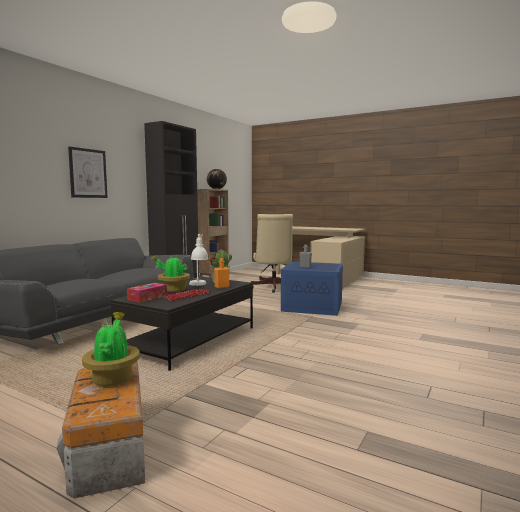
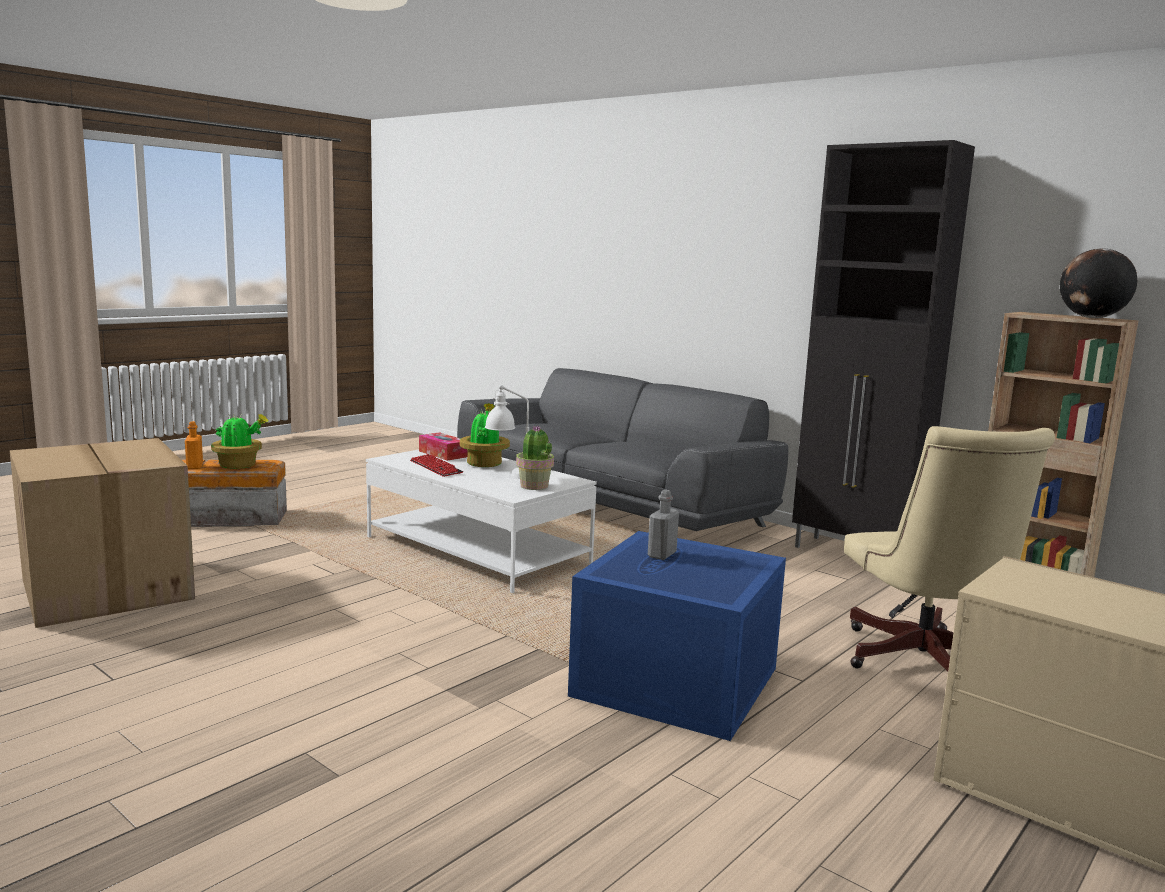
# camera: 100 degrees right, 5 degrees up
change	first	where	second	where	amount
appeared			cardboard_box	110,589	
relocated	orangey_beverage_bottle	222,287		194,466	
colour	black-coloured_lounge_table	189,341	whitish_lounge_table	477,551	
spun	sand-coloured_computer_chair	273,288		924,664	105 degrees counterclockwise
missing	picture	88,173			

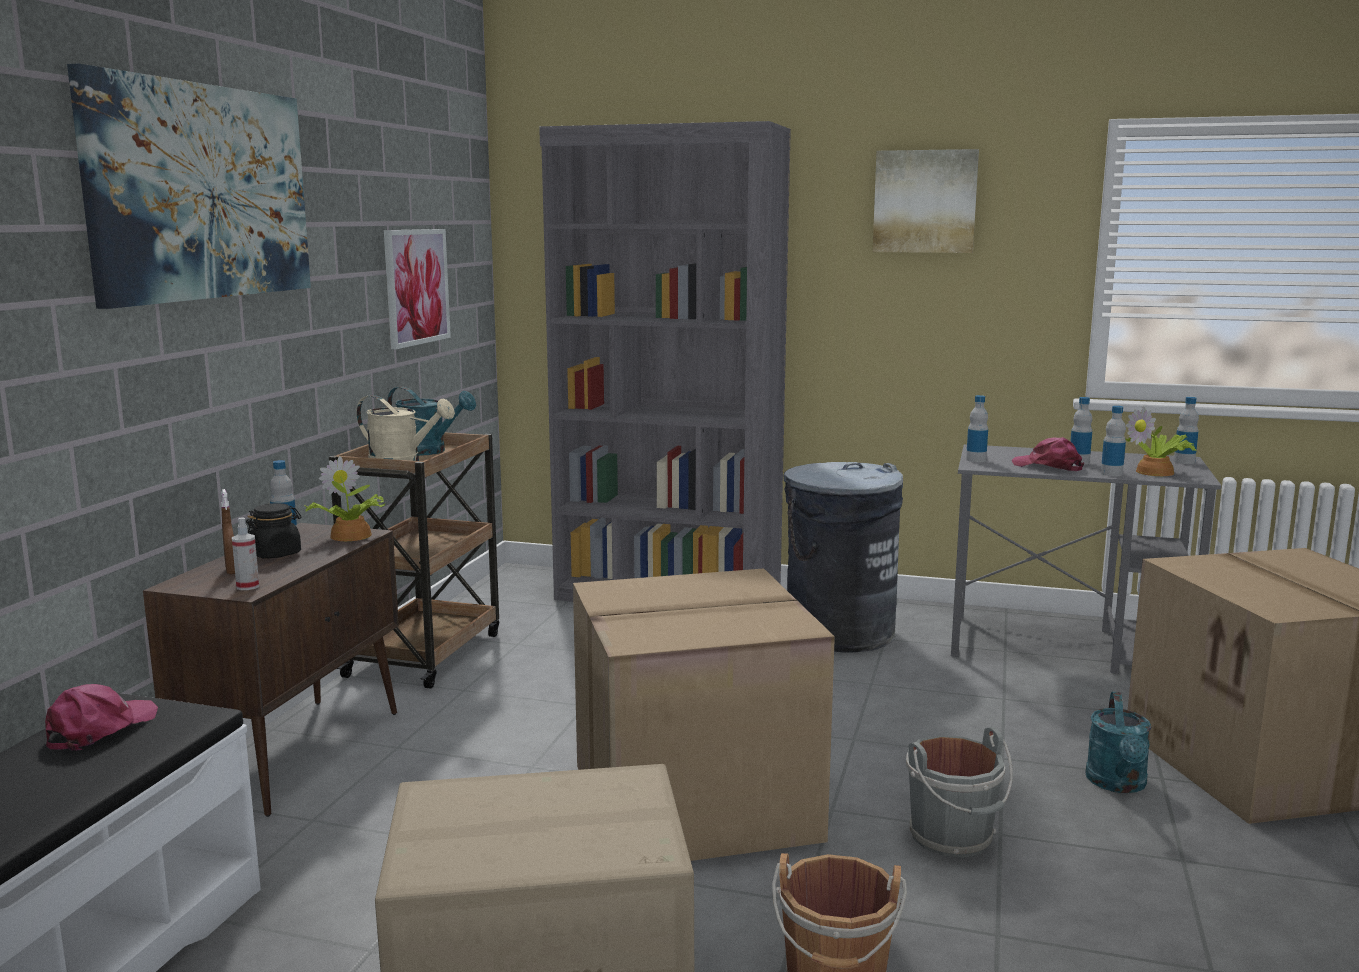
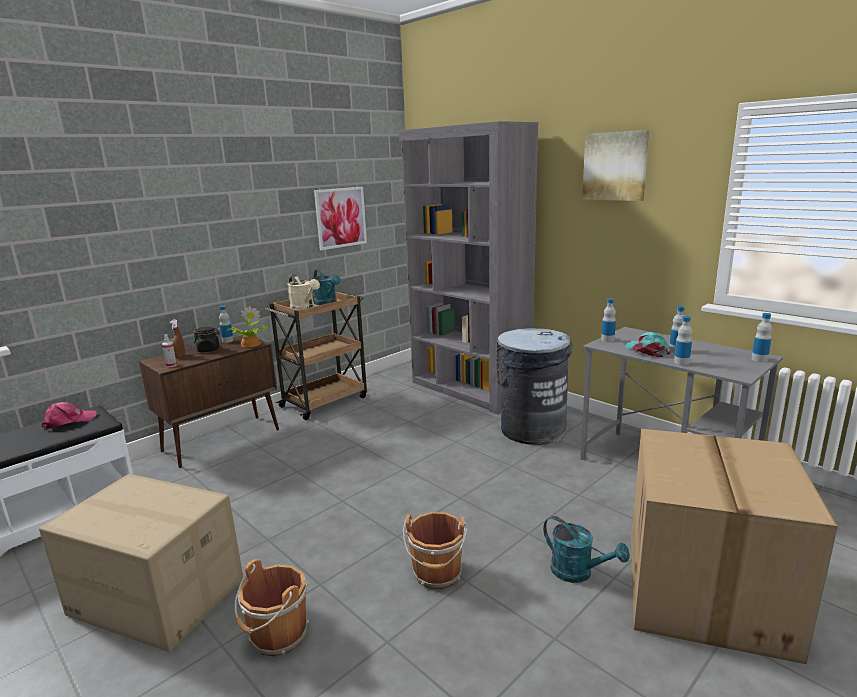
# camera: 30 degrees right, 5 degrees up
change	first	where	second	where	amount
colour	greyish_water_bucket	953,838	brownish_water_bucket	437,574	
spun	turquoise-coloured_watering_pot	1118,784		578,573	90 degrees counterclockwise
colour	pinkish_baseball_cap	1048,466	turquoise-coloured_baseball_cap	647,351	
missing	picture	201,192			
missing	cardboard_box	691,803			
missing	potted_plant	1157,472			

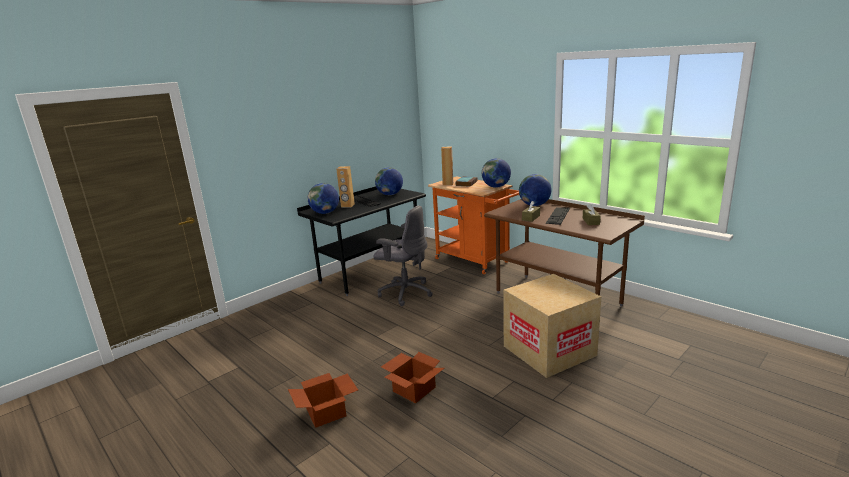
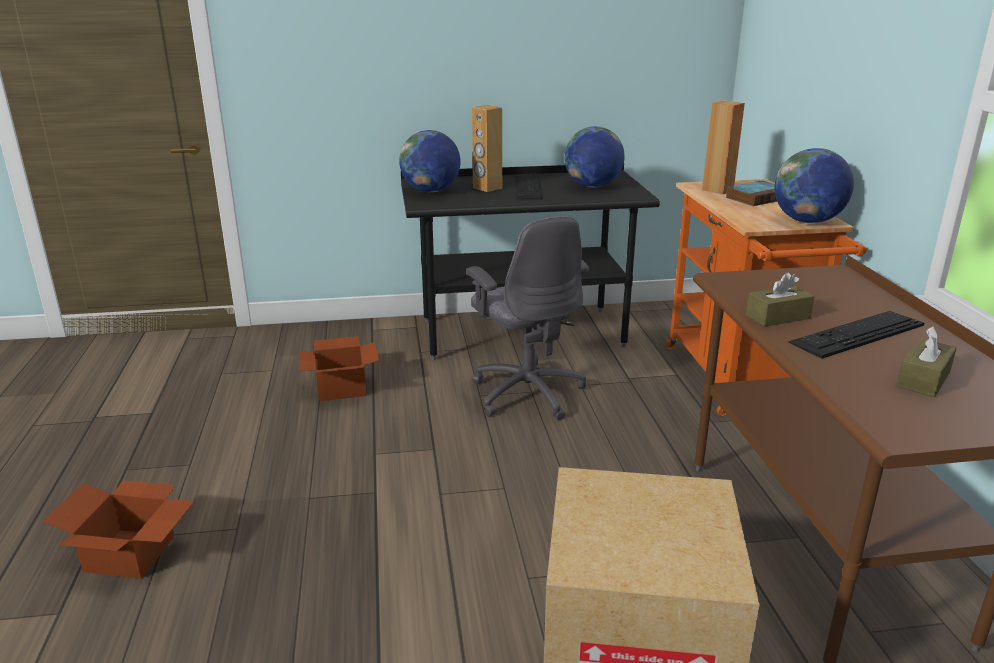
# camera: 35 degrees right, 5 degrees up
change	first	where	second	where	amount
relocated	cardboard_box	414,388		342,387	
missing	world_globe	534,205			

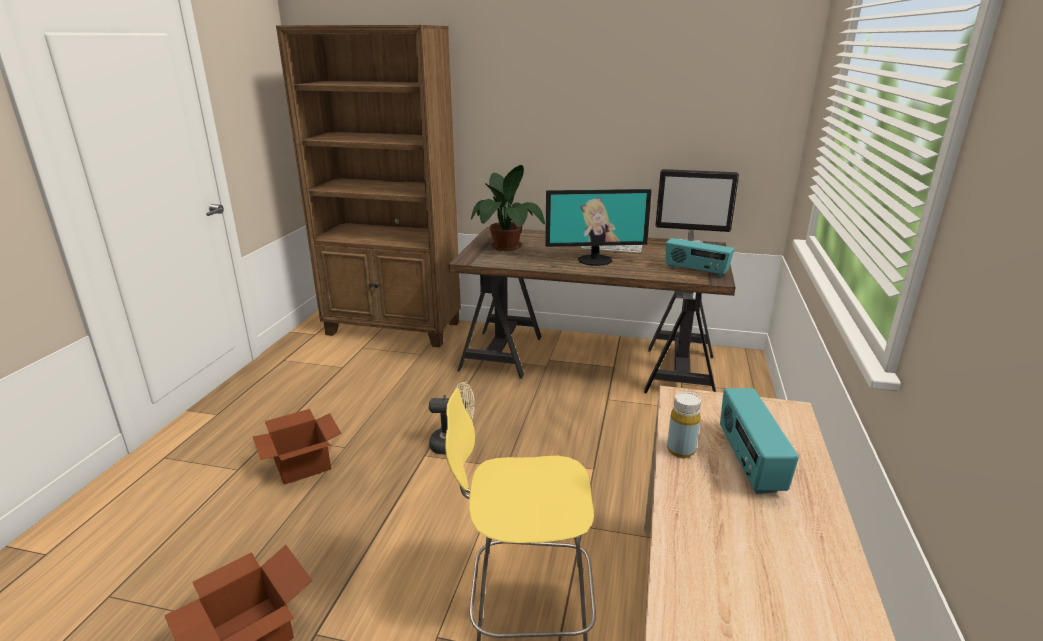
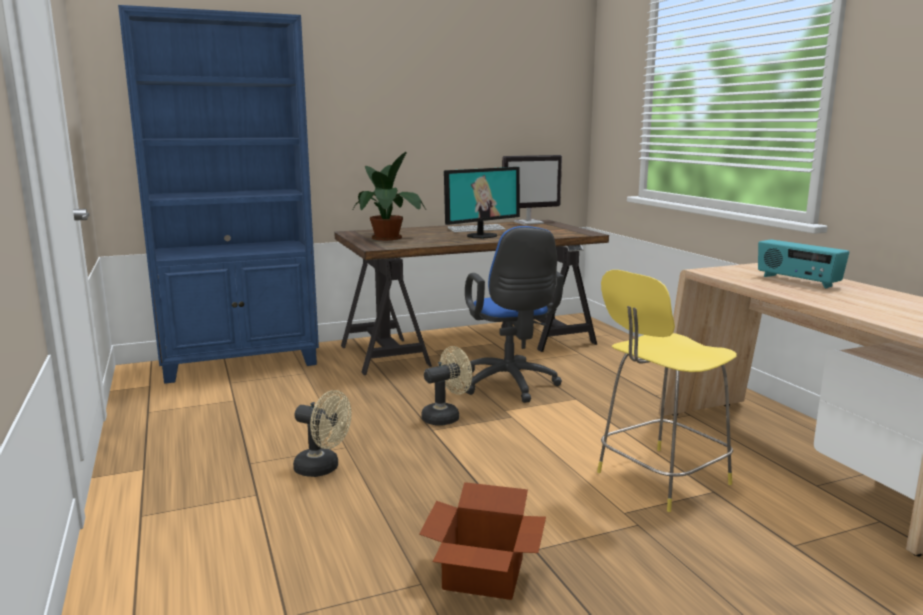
# camera: 35 degrees left, 10 degrees down
change	first	where	second	where	amount
colour	brownish_bookcase	394,329	blue_bookcase	241,363	
exchanged	cardboard_box	303,463	sand-coloured_fan	323,469	
appeared			blue_computer_chair	510,386	
missing	radio_receiver	696,271			
missing	yellowish_beverage_bottle	681,450			

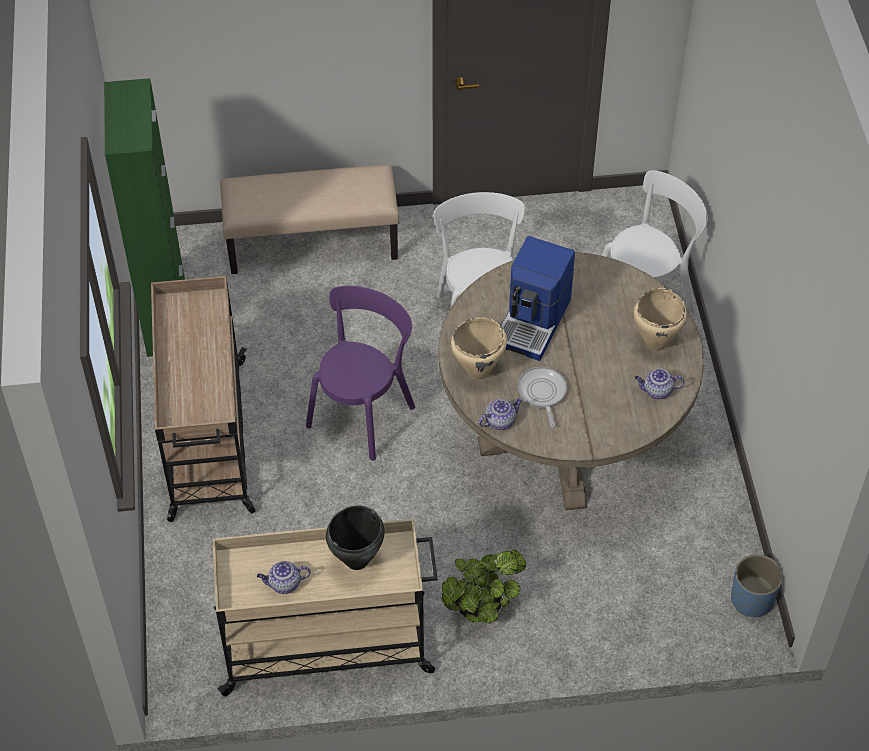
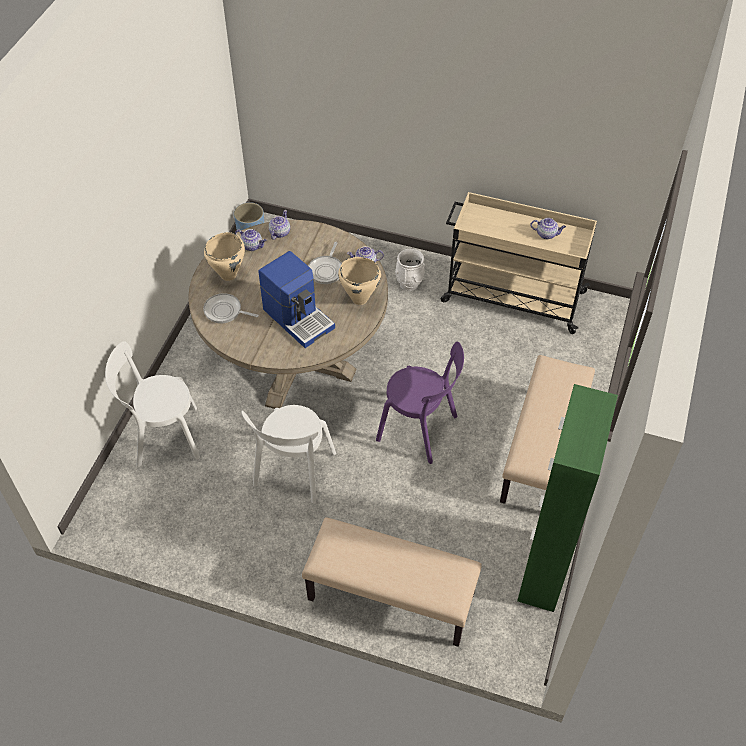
# camera: 155 degrees left, 0 degrees up
change	first	where	second	where	amount
appeared			pan	225,311	
spun	coffee_brewer	534,322		299,317	90 degrees clockwise
appeared			teapot	279,233	
spun	purple_upright_chair	363,412		420,430	120 degrees counterclockwise
exchanged	potted_plant	481,607	whitish_vase	409,284	
exchanged	sand-coloured_trolley	207,440	sand-coloured_bench	543,452	
missing	black-coloured_saucepot	357,560			

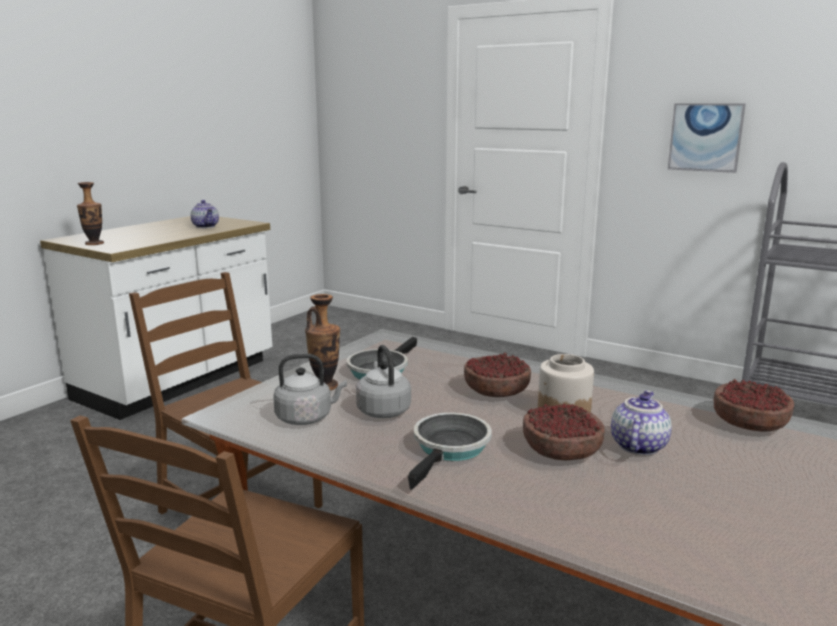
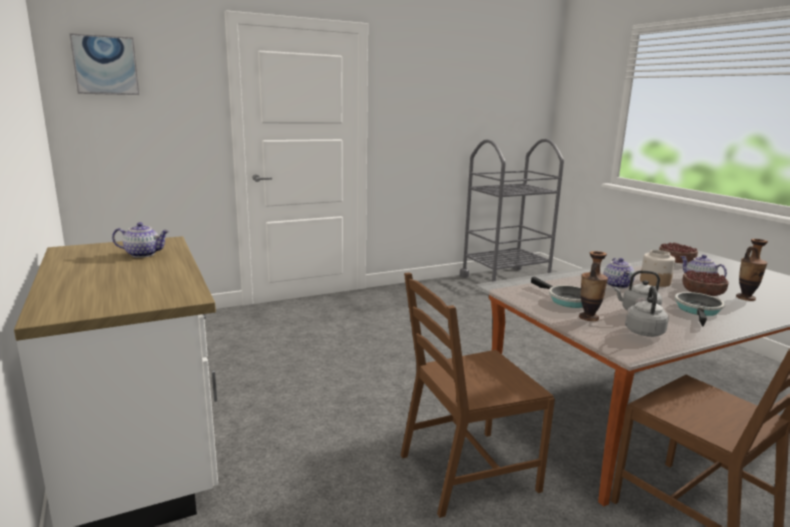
# camera: 60 degrees left, 0 degrees up
change	first	where	second	where	amount
relocated	picture	705,137		105,65	
exchanged	bowl	497,391	teapot	618,285	
spun	pan	450,449		698,310	60 degrees clockwise
relocated	vase	94,244		745,298	

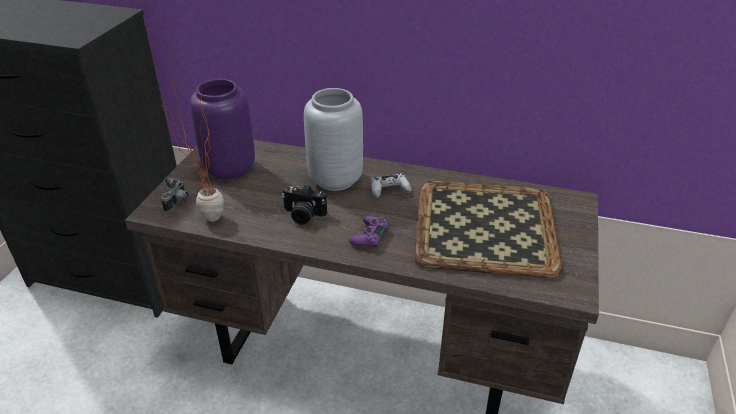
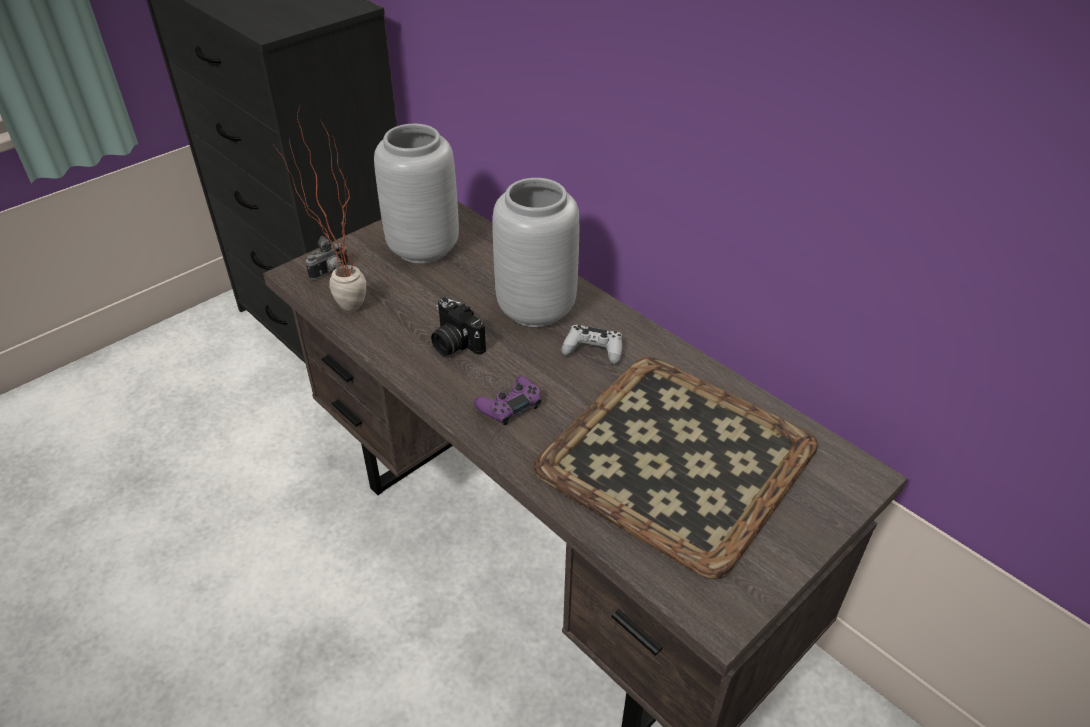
# camera: 30 degrees right, 5 degrees up
change	first	where	second	where	amount
colour	purple_vase	229,168	greyish_vase	424,247	

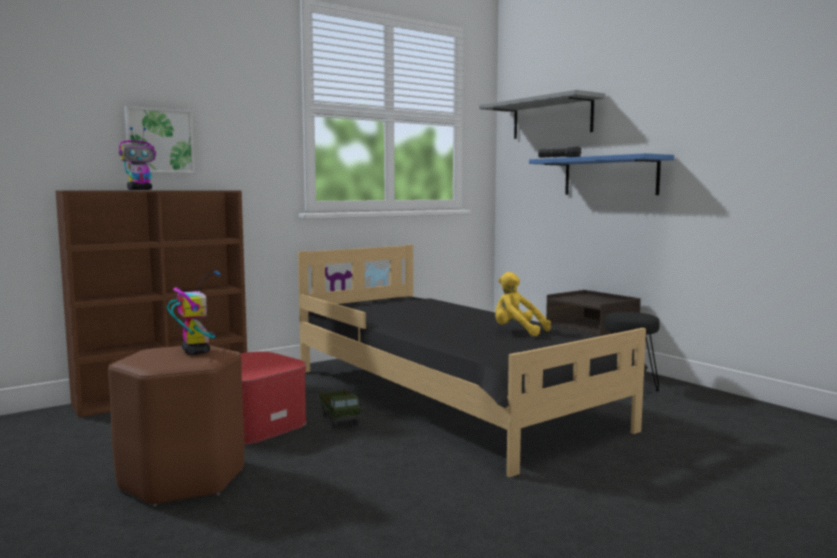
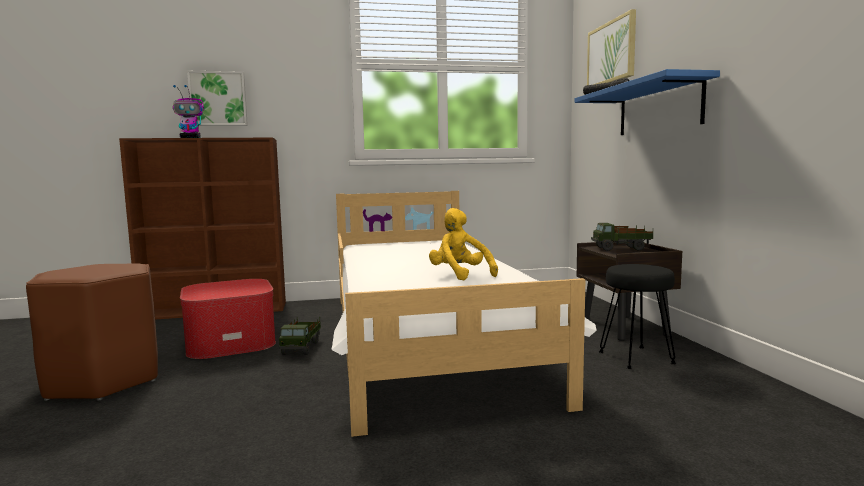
# camera: 25 degrees right, 0 degrees up
change	first	where	second	where	amount
colour	black-coloured_bedroom_bed	449,398	whitish_bedroom_bed	427,341	
exchanged	greyish_shelf	552,118	picture	611,52	
appeared			toy_lorry	621,249	
missing	model_robot	195,351			

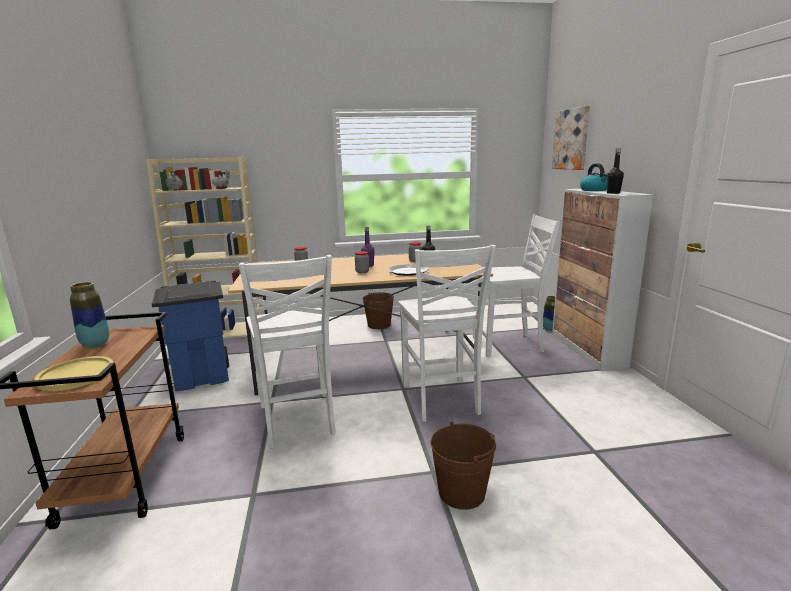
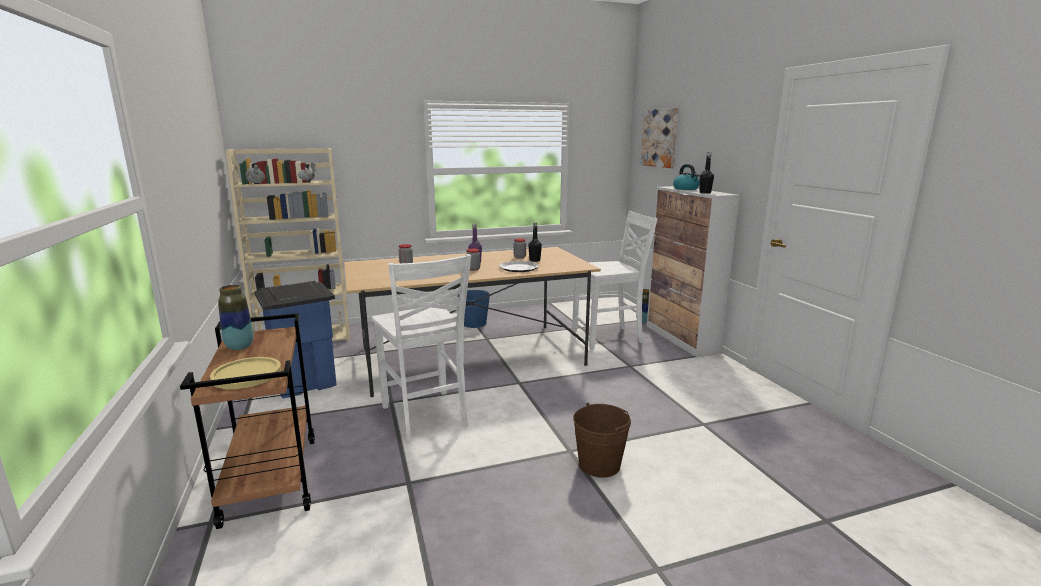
# camera: 10 degrees left, 0 degrees up
change	first	where	second	where	amount
colour	brownish_water_bucket	379,325	blue_water_bucket	474,323	
missing	whitish_upright_chair	441,399			

